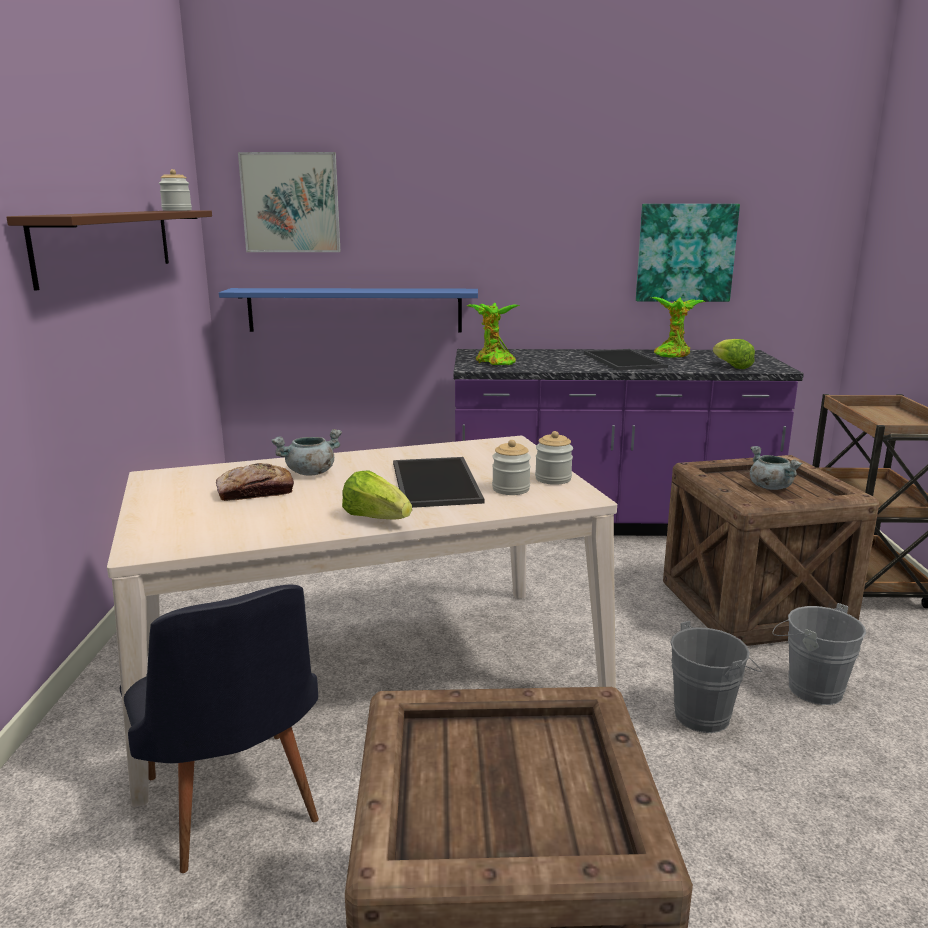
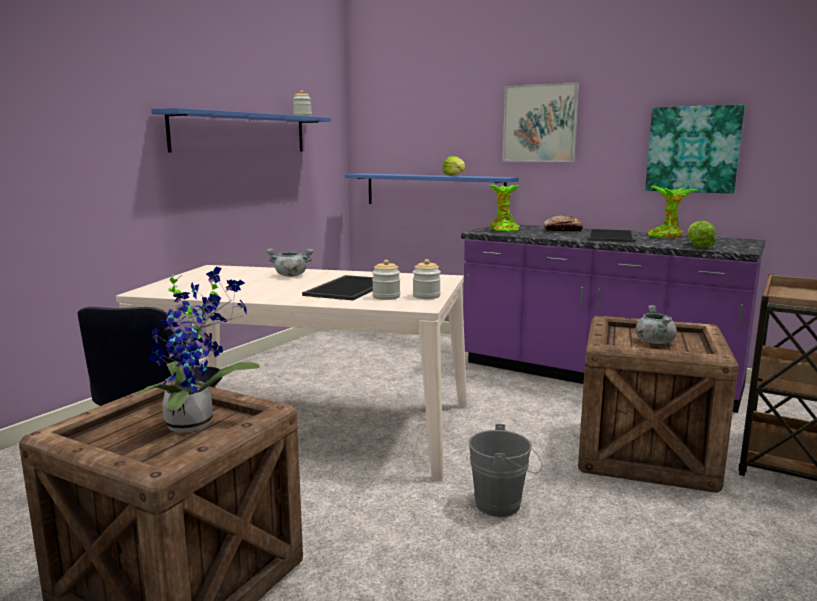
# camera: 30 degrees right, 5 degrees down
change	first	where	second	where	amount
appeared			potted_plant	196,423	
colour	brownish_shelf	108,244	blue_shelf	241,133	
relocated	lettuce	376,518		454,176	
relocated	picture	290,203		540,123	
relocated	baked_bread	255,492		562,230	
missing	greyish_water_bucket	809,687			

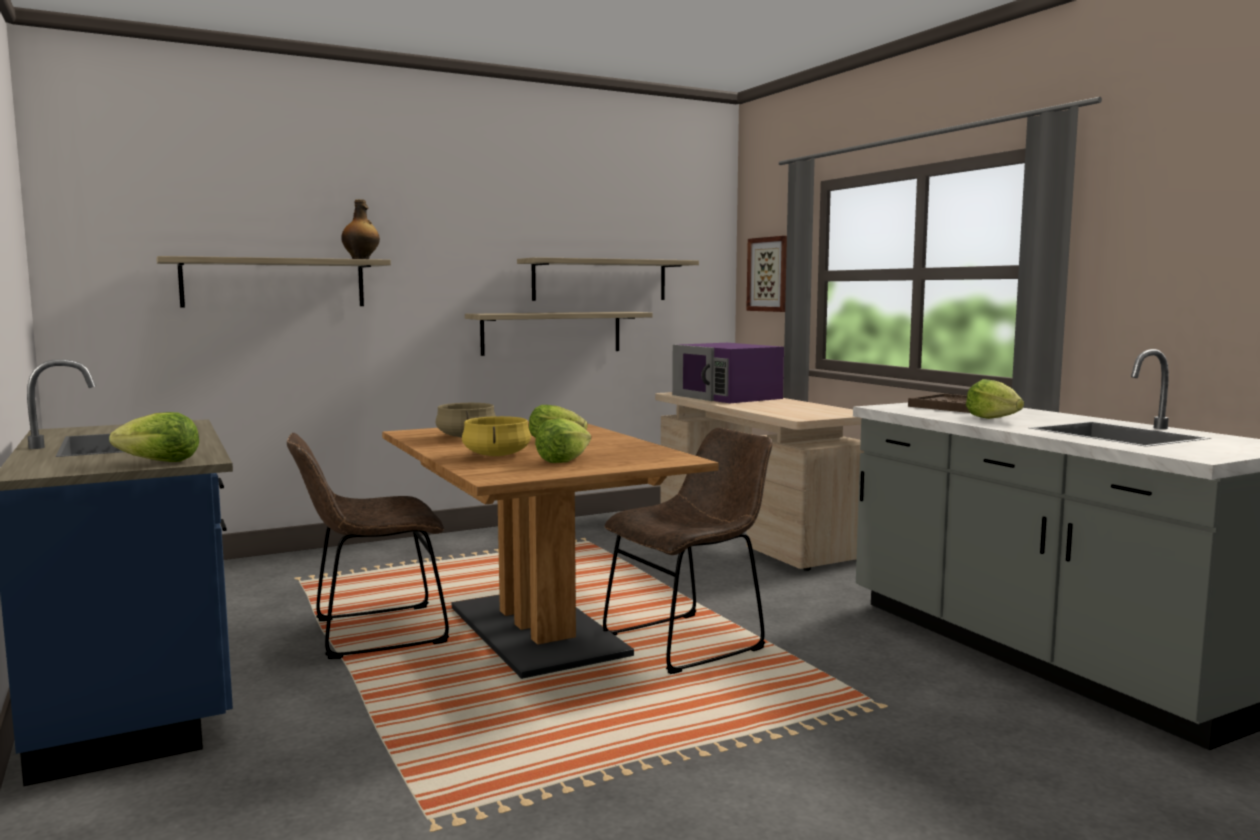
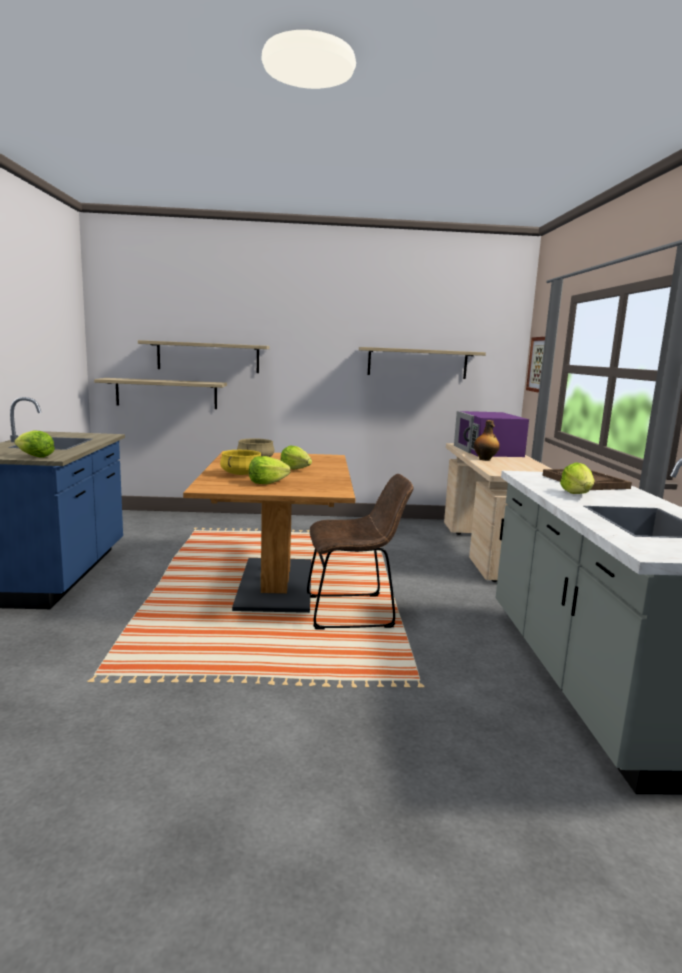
# camera: 25 degrees right, 5 degrees up
change	first	where	second	where	amount
relocated	shelf	552,332		166,393	
relocated	beverage_bottle	361,259		485,459	
missing	brownish_upright_chair	371,633			

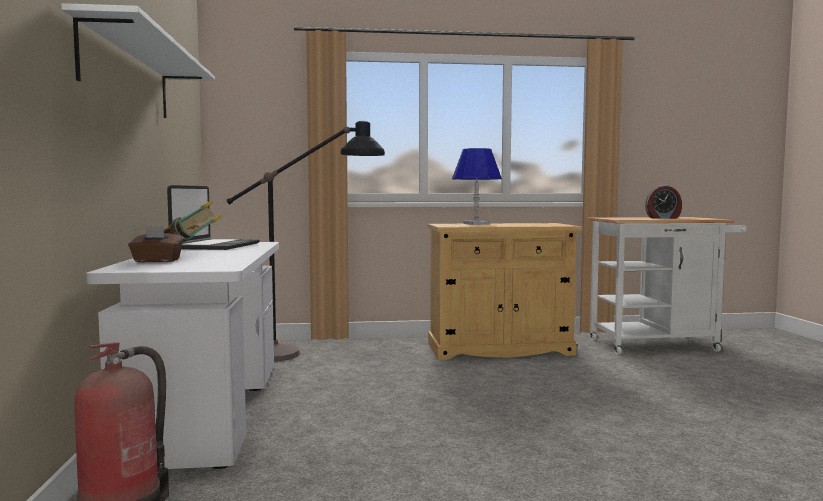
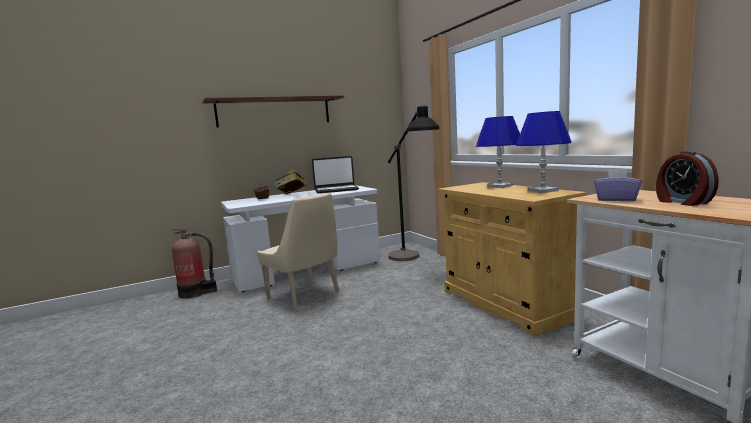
# camera: 70 degrees right, 5 degrees up
change	first	where	second	where	amount
colour	whitish_shelf	128,75	brownish_shelf	274,112	
appeared			sand-coloured_upright_chair	305,296	
appeared			blue_table_lamp	543,191	
appeared			purple_tissue_holder	616,199	

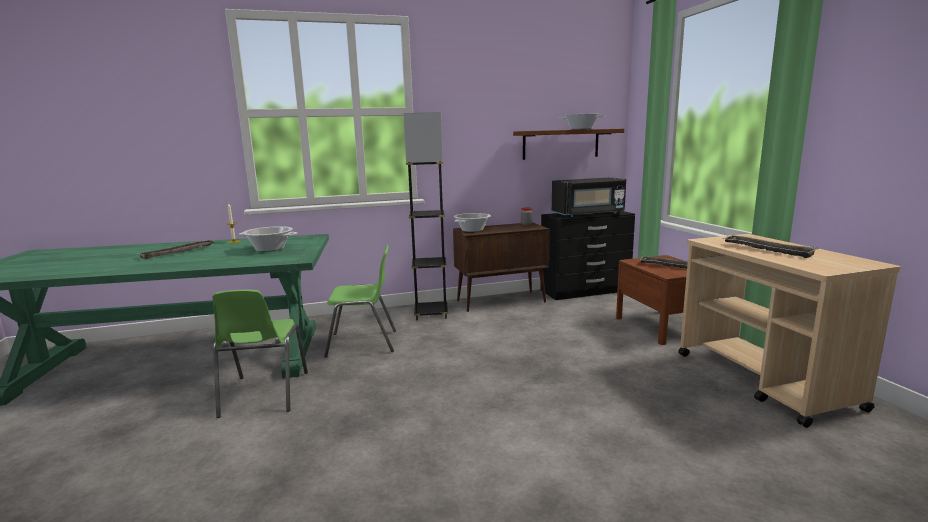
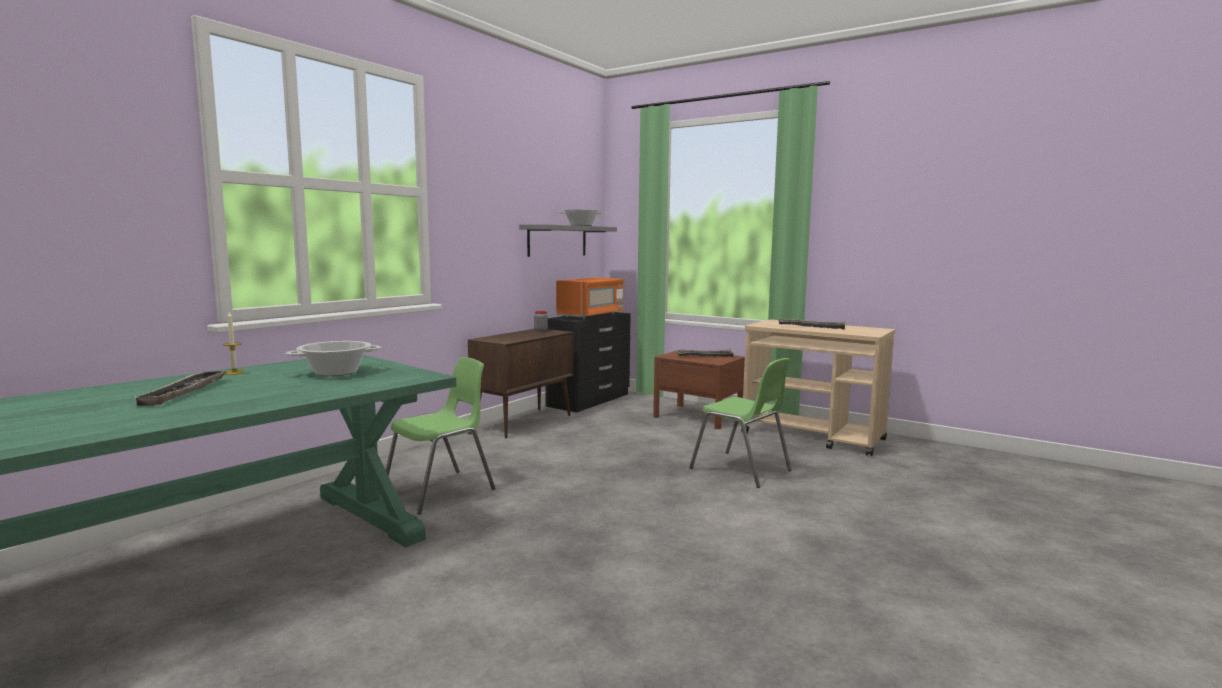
# camera: 40 degrees left, 5 degrees down
change	first	where	second	where	amount
colour	brownish_shelf	561,144	greyish_shelf	557,241	
colour	black-coloured_microwave	588,214	orangey_microwave	591,315	
relocated	green-coloured_upright_chair	263,394		742,470	
missing	greyish_floor_lamp	431,314			
missing	saucepot	472,230			

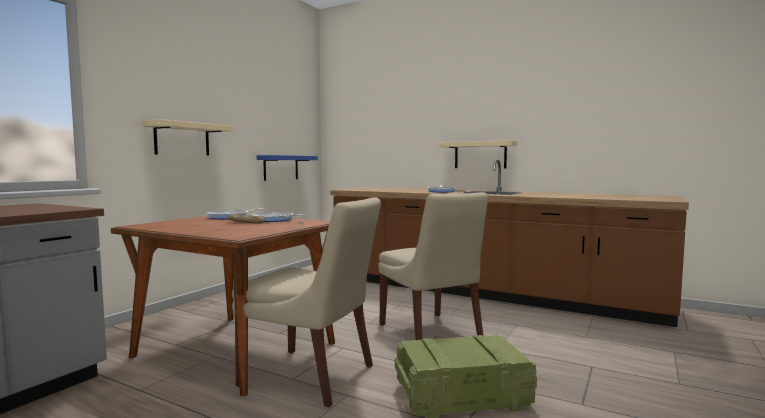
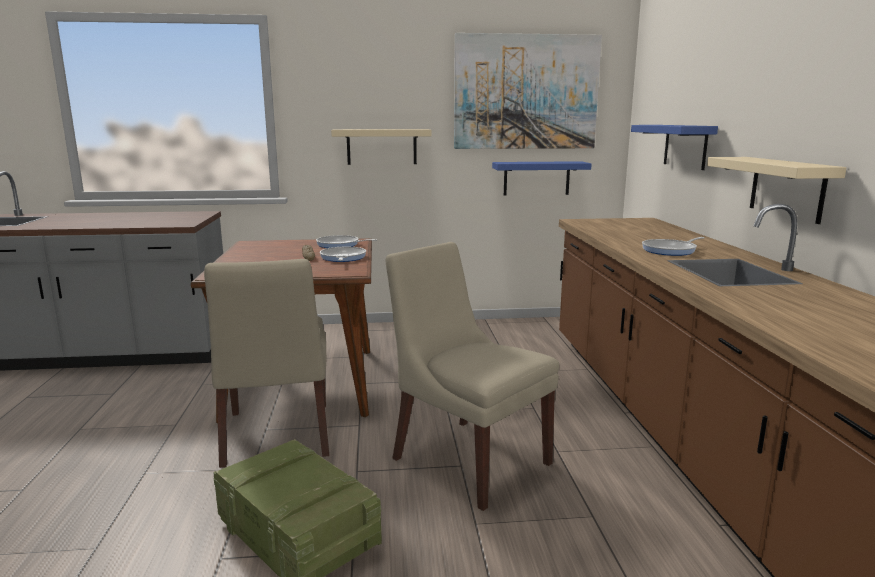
# camera: 55 degrees right, 10 degrees up
change	first	where	second	where	amount
spun	sand-coloured_upright_chair	431,332		467,459	105 degrees clockwise
appeared			picture	526,92	
appeared			blue_shelf	685,146	

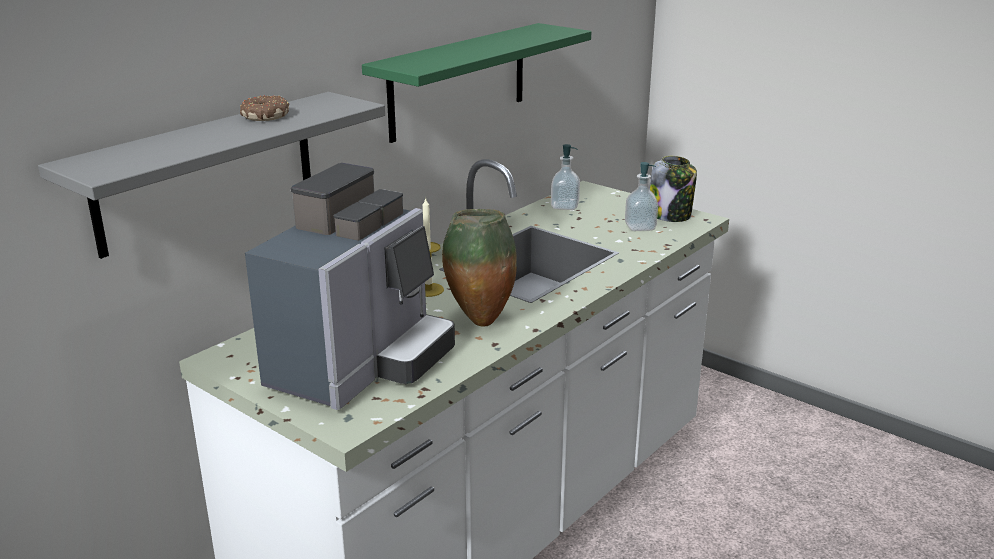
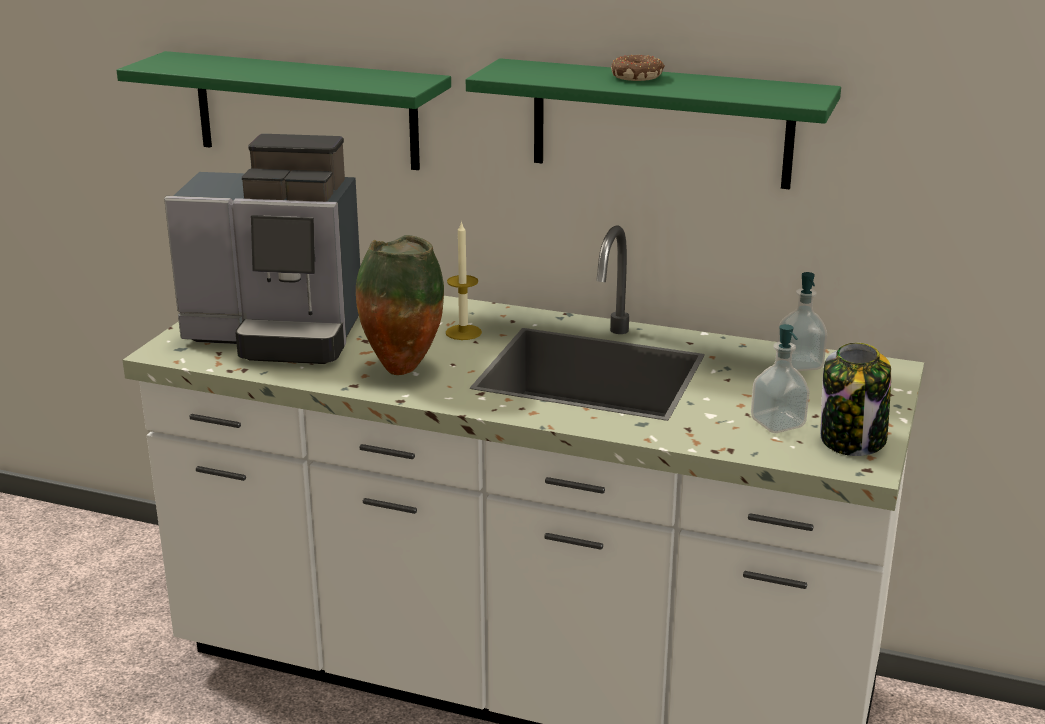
# camera: 70 degrees right, 0 degrees up
change	first	where	second	where	amount
colour	greyish_shelf	207,172	green-coloured_shelf	306,110	
relocated	doughnut	265,116		637,76	

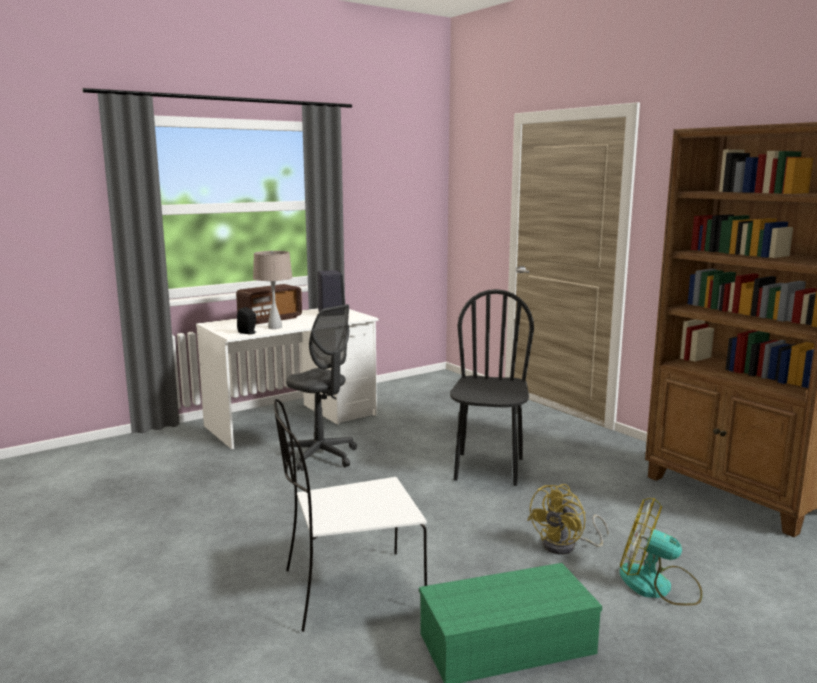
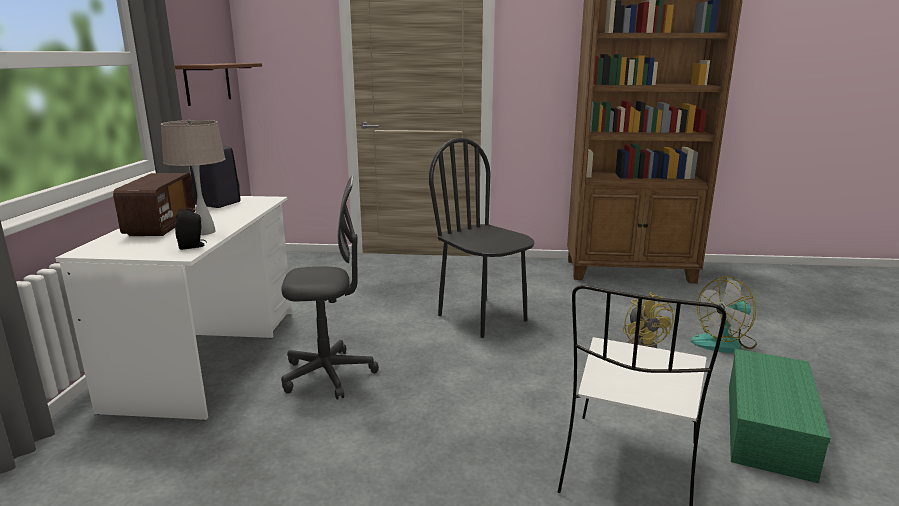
# camera: 50 degrees left, 5 degrees up
change	first	where	second	where	amount
appeared			brownish_shelf	208,83	

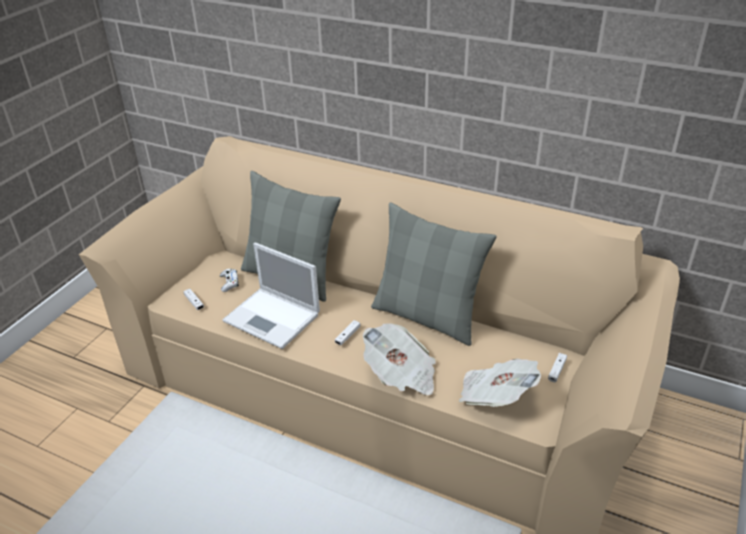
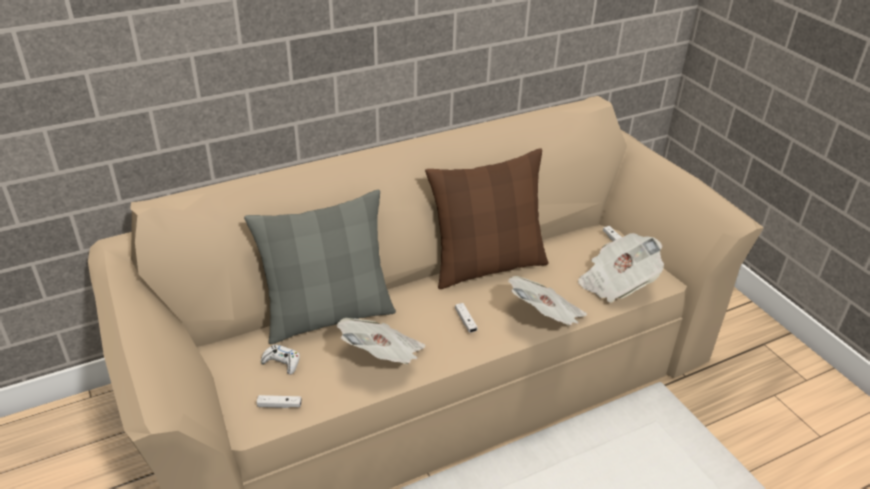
# camera: 55 degrees left, 0 degrees up
change	first	where	second	where	amount
exchanged	portable_computer	273,318	printed_paper	383,356	
colour	greyish_throw_pillow	427,316	brownish_throw_pillow	487,266	

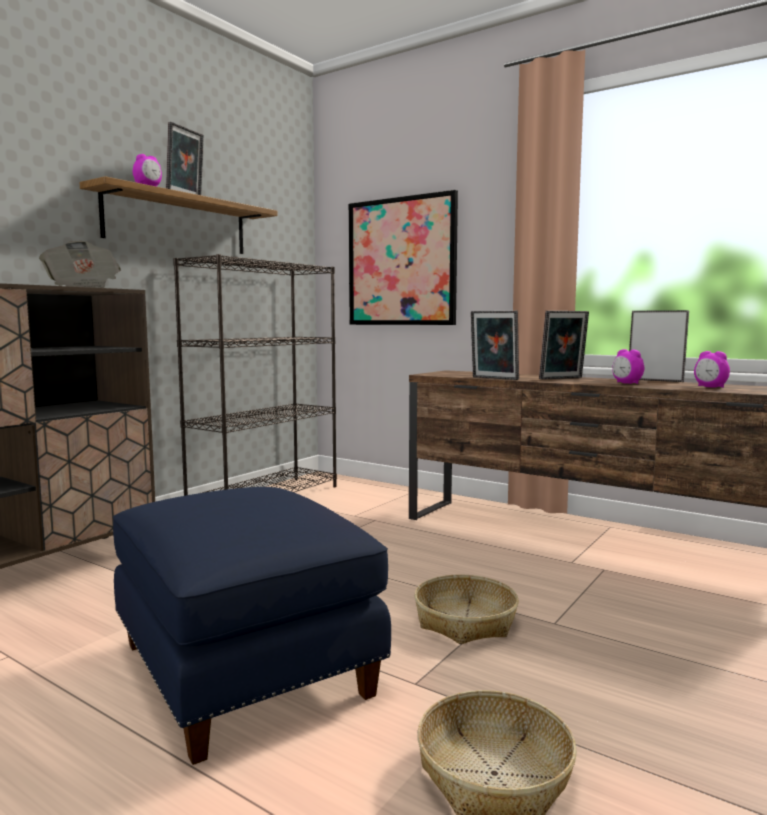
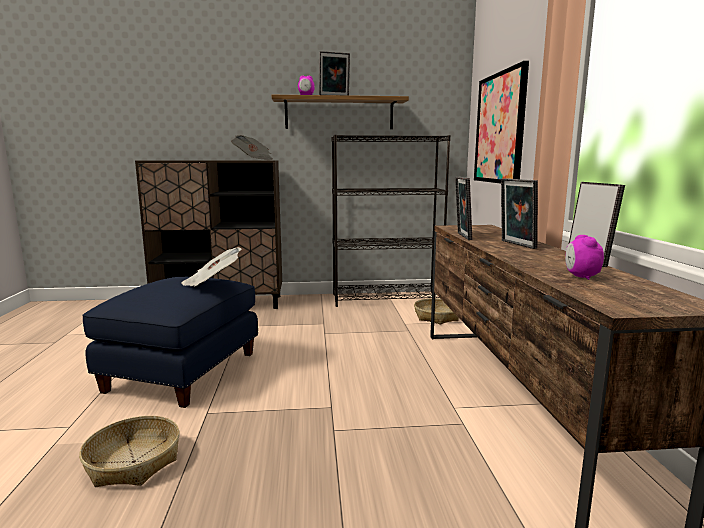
# camera: 50 degrees right, 5 degrees up
change	first	where	second	where	amount
appeared			printed_paper	212,282	
relocated	basket	465,621		437,317	
spun	standing_frame	562,378		516,244	45 degrees clockwise
missing	alarm_clock	627,383			

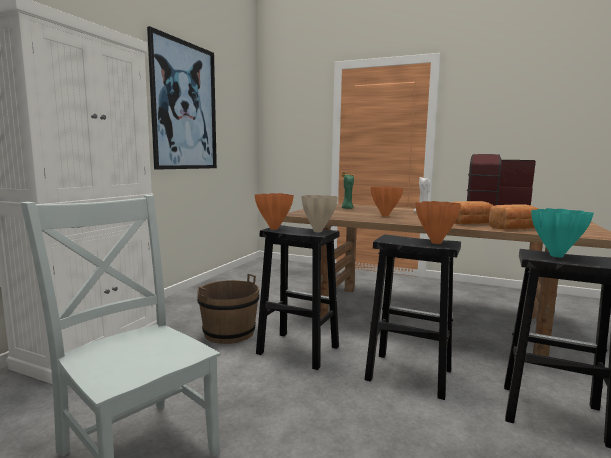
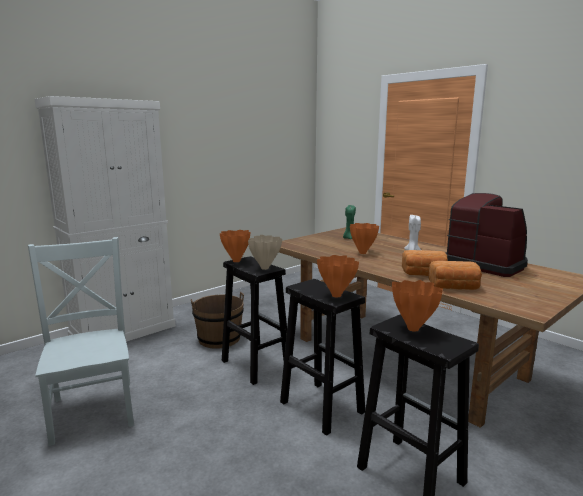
# camera: 25 degrees right, 5 degrees up
change	first	where	second	where	amount
colour	turquoise-coloured_vase	557,256	orangey_vase	414,329	
missing	picture	184,106			

